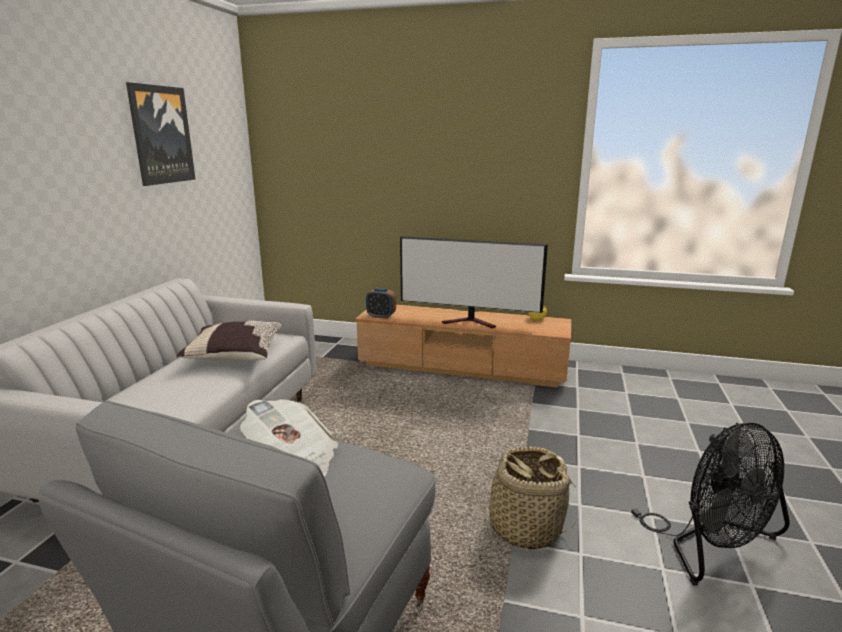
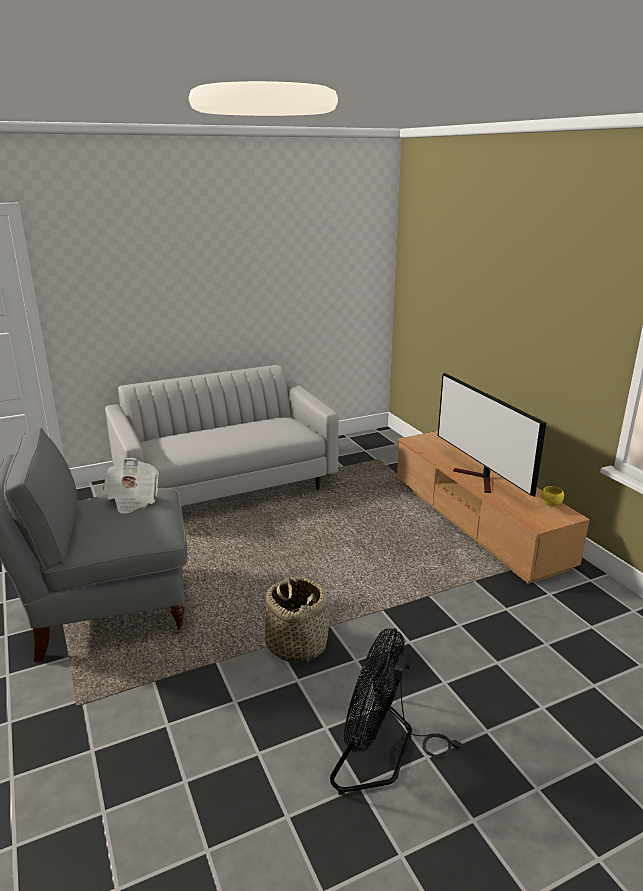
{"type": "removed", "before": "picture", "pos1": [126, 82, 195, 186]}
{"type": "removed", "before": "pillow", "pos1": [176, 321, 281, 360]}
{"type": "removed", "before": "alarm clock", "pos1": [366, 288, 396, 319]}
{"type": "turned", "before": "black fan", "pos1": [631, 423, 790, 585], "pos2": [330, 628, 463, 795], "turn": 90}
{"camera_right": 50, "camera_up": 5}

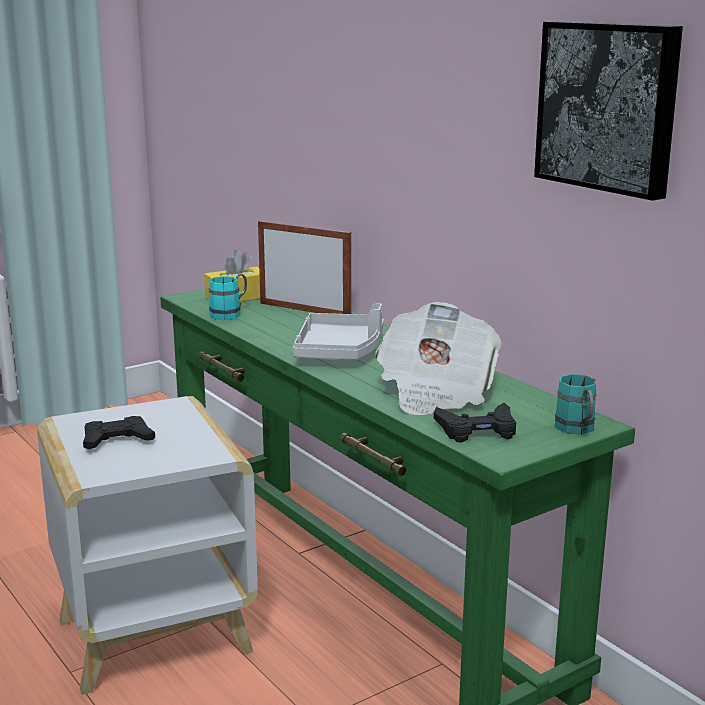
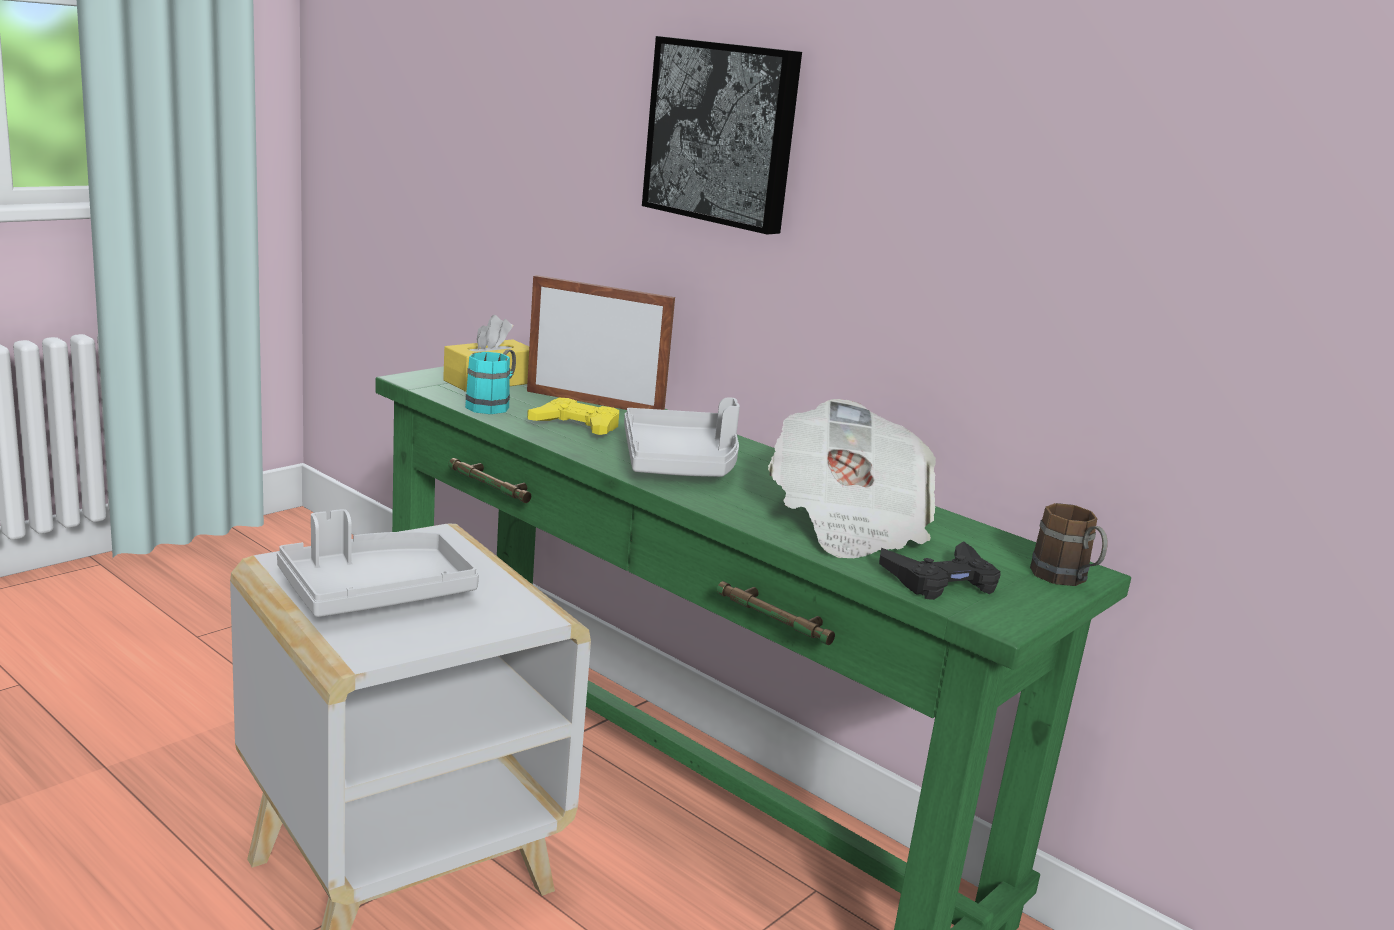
{"type": "added", "after": "yellow game controller", "pos2": [527, 398, 619, 435]}
{"type": "moved", "before": "picture", "pos1": [534, 21, 683, 201], "pos2": [642, 36, 802, 235]}
{"type": "replaced", "before": "black game controller", "after": "grey tray", "pos1": [83, 416, 155, 449], "pos2": [277, 509, 479, 617]}
{"type": "recoloured", "before": "turquoise mug", "after": "brown mug", "pos1": [554, 374, 597, 435], "pos2": [1030, 503, 1108, 586]}
{"camera_right": -15, "camera_up": 0}

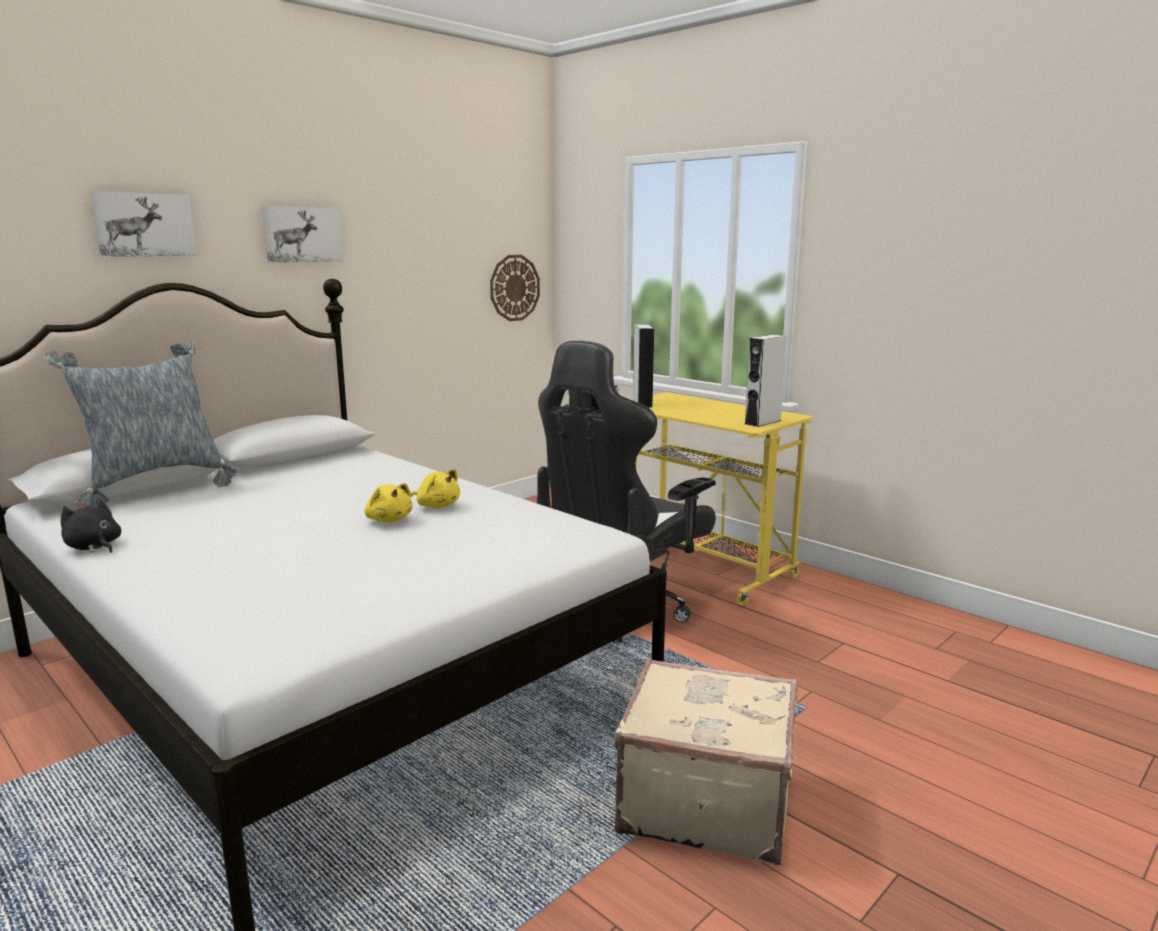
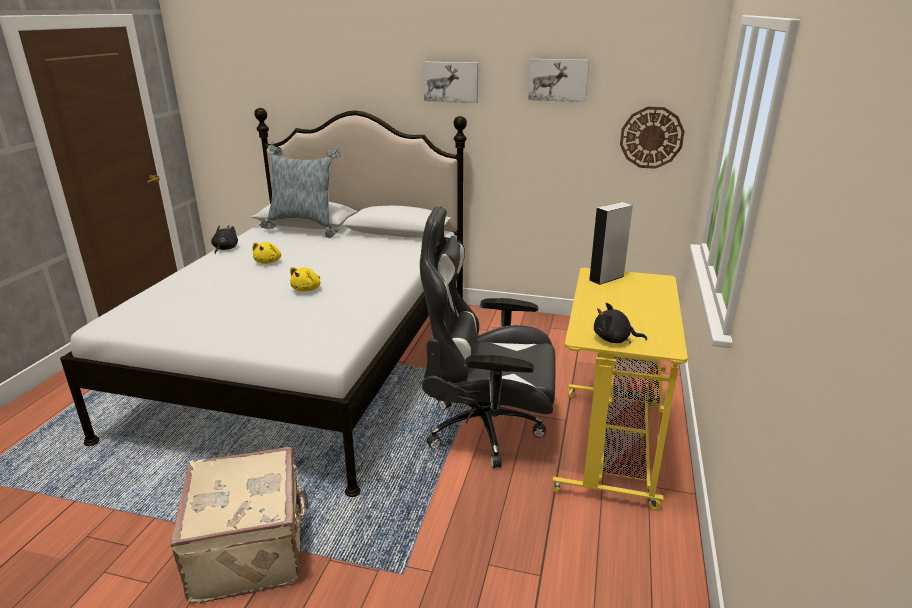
{"type": "moved", "before": "picture", "pos1": [91, 191, 197, 257], "pos2": [528, 59, 589, 102]}
{"type": "moved", "before": "yellow plush toy", "pos1": [411, 469, 460, 508], "pos2": [252, 242, 281, 264]}
{"type": "replaced", "before": "grey speaker", "after": "black plush toy", "pos1": [745, 335, 787, 427], "pos2": [594, 303, 647, 343]}
{"camera_right": 60, "camera_up": 10}

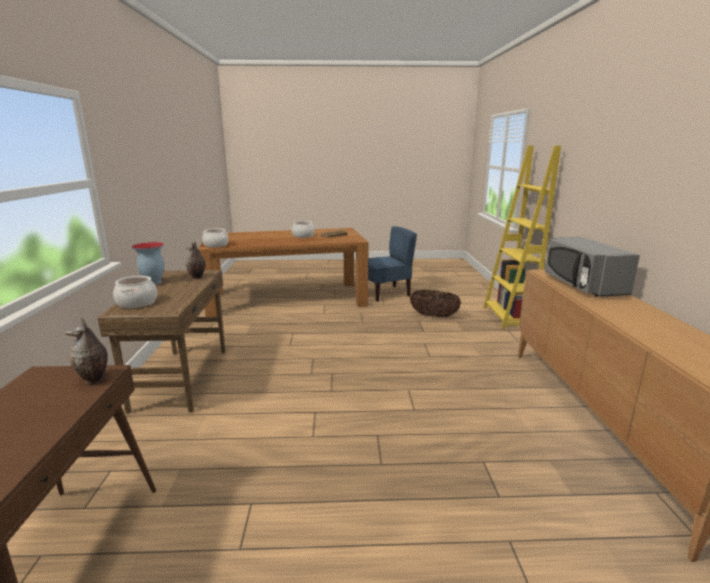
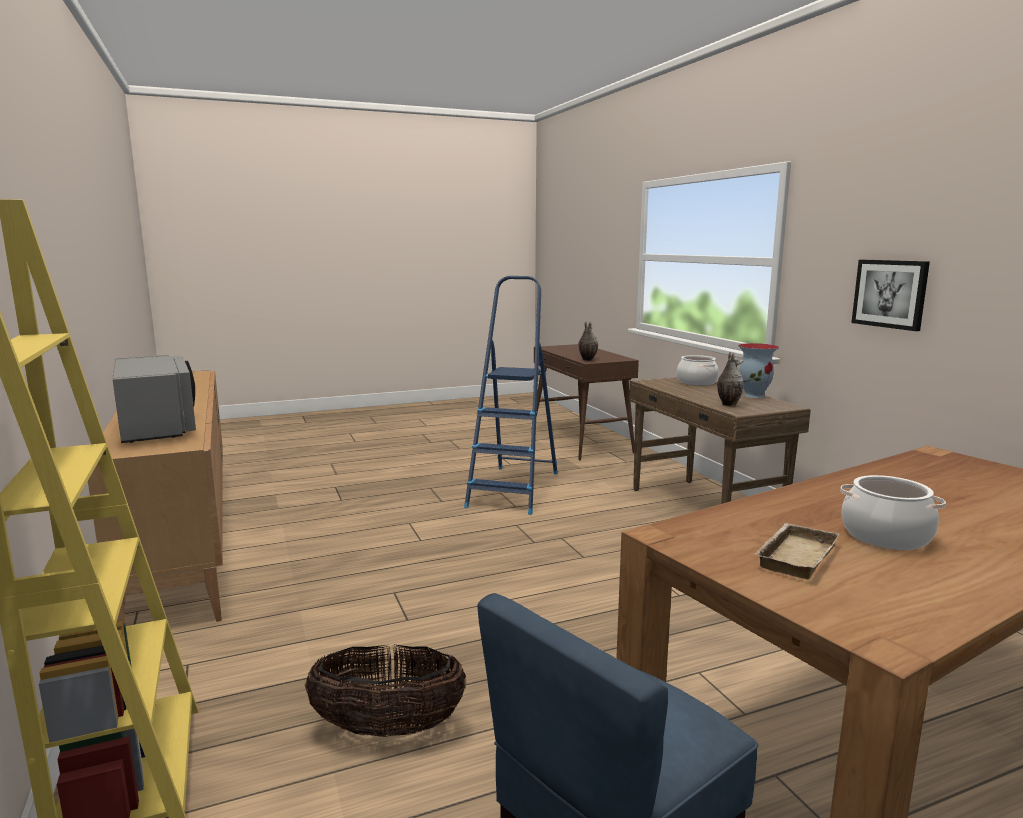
{"type": "removed", "before": "cooking pot", "pos1": [202, 229, 229, 248]}
{"type": "added", "after": "blue step ladder", "pos2": [464, 276, 558, 515]}
{"type": "added", "after": "picture", "pos2": [851, 260, 930, 331]}
{"camera_right": 160, "camera_up": -5}

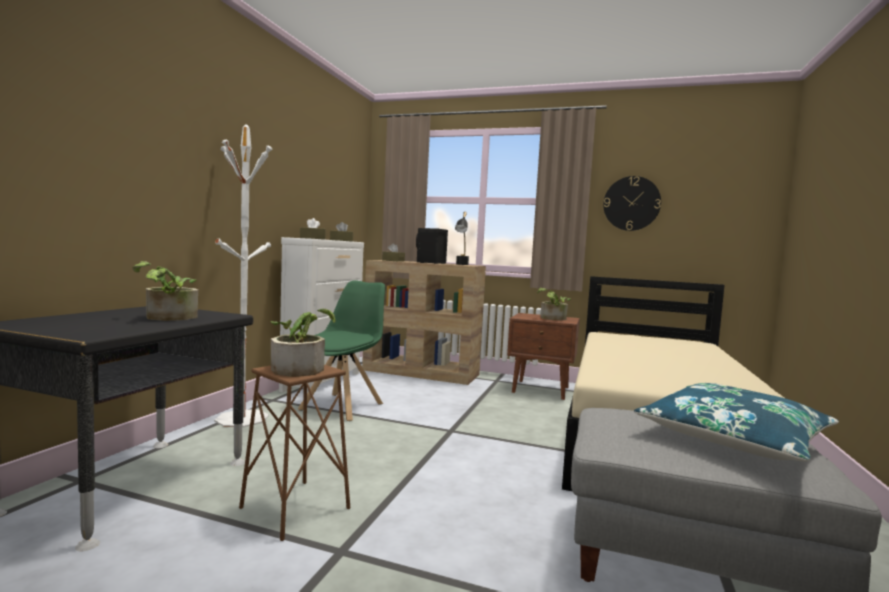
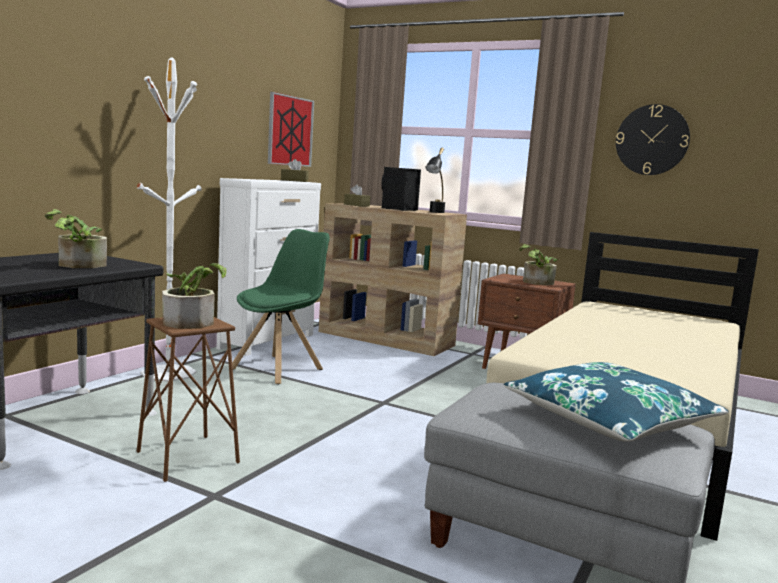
{"type": "removed", "before": "brown tissue box", "pos1": [300, 218, 326, 240]}
{"type": "added", "after": "picture", "pos2": [268, 92, 314, 167]}
{"camera_right": 10, "camera_up": 5}

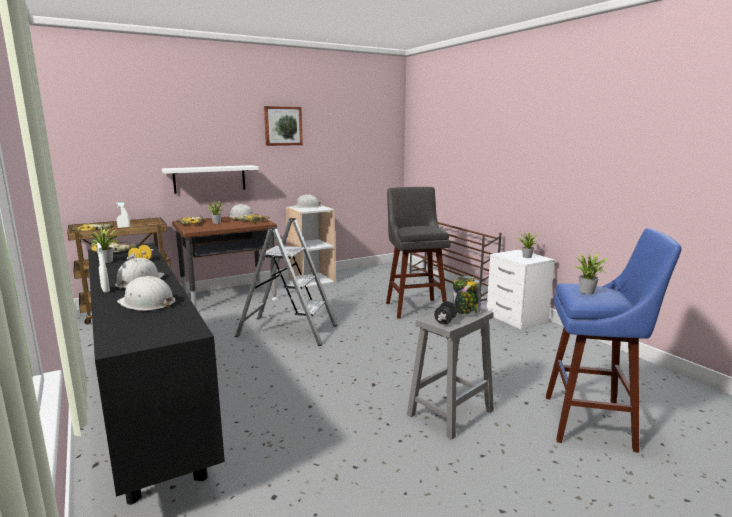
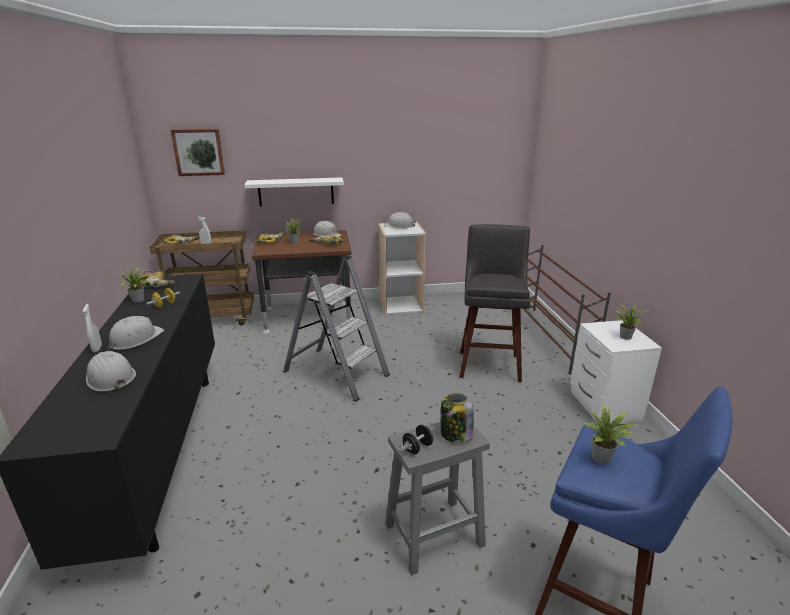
{"type": "moved", "before": "picture", "pos1": [264, 106, 303, 146], "pos2": [171, 129, 225, 176]}
{"camera_right": 20, "camera_up": 10}

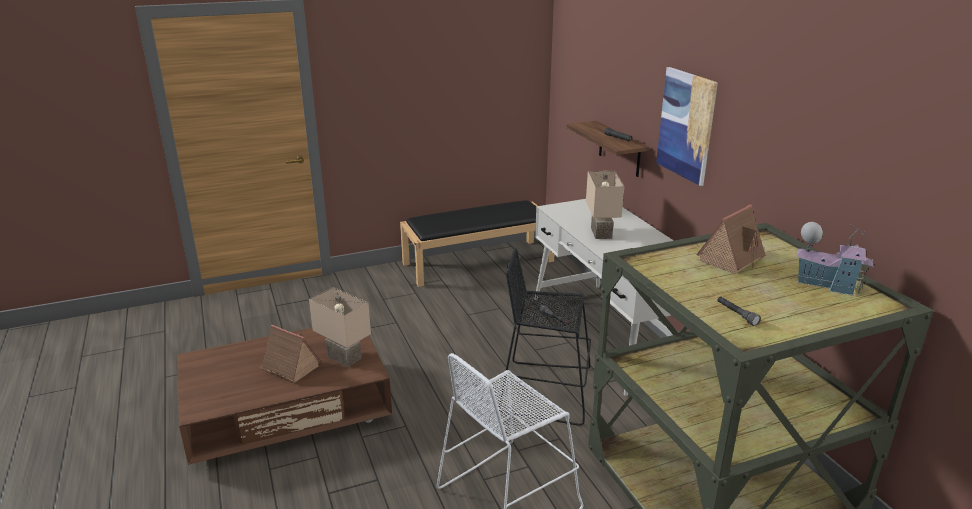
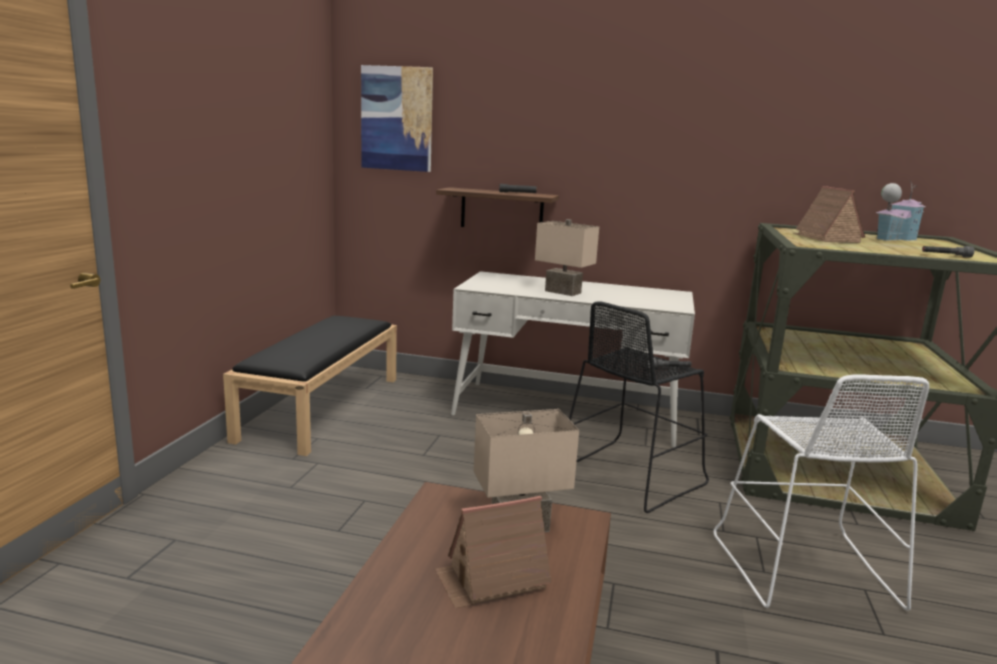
{"type": "moved", "before": "picture", "pos1": [656, 67, 718, 186], "pos2": [361, 65, 433, 172]}
{"camera_right": -55, "camera_up": -10}

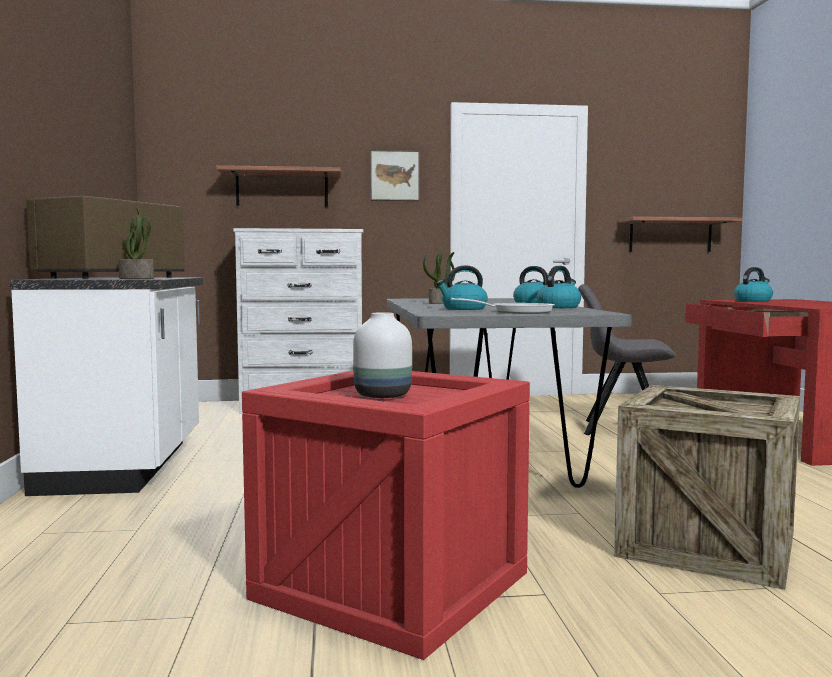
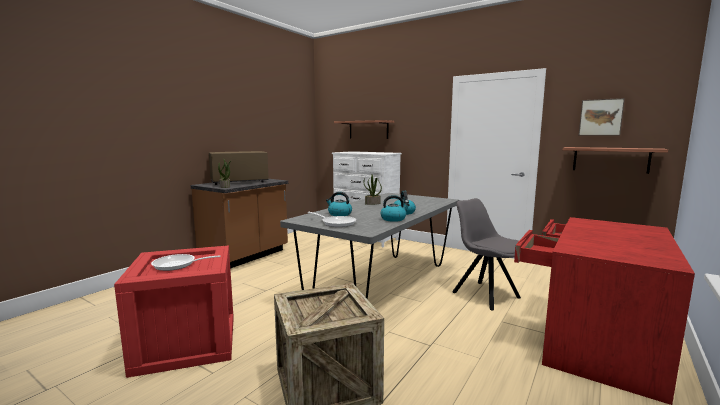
{"type": "removed", "before": "kettle", "pos1": [734, 267, 773, 302]}
{"type": "moved", "before": "picture", "pos1": [370, 150, 420, 201], "pos2": [579, 98, 625, 135]}
{"type": "replaced", "before": "white vase", "after": "frying pan", "pos1": [353, 312, 412, 398], "pos2": [151, 254, 220, 271]}
{"type": "recoloured", "before": "white counter", "after": "brown counter", "pos1": [10, 277, 203, 496], "pos2": [191, 179, 288, 269]}
{"camera_right": 40, "camera_up": 5}

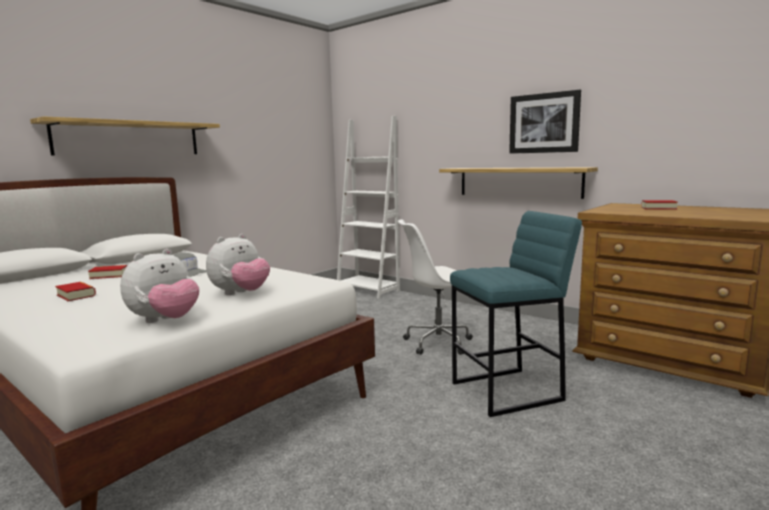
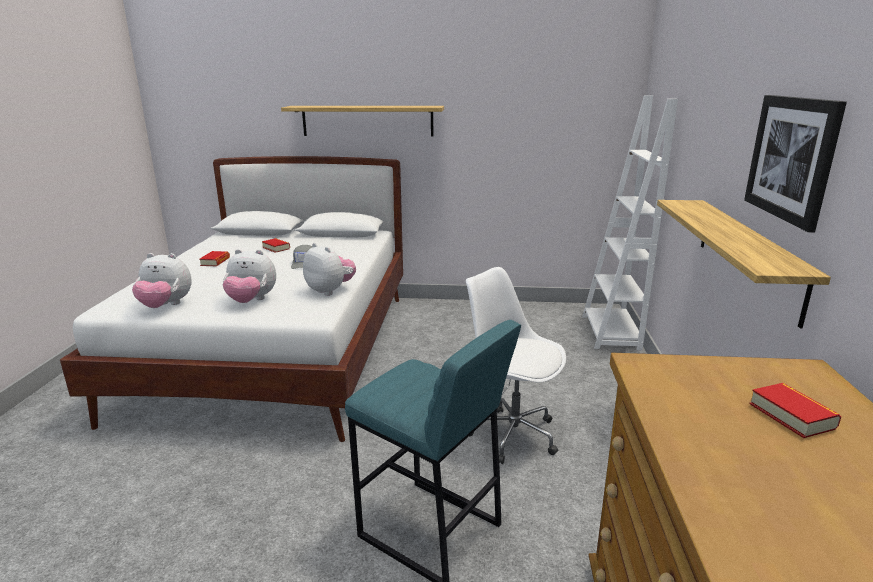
{"type": "added", "after": "plush toy", "pos2": [303, 243, 356, 296]}
{"camera_right": 55, "camera_up": 10}

